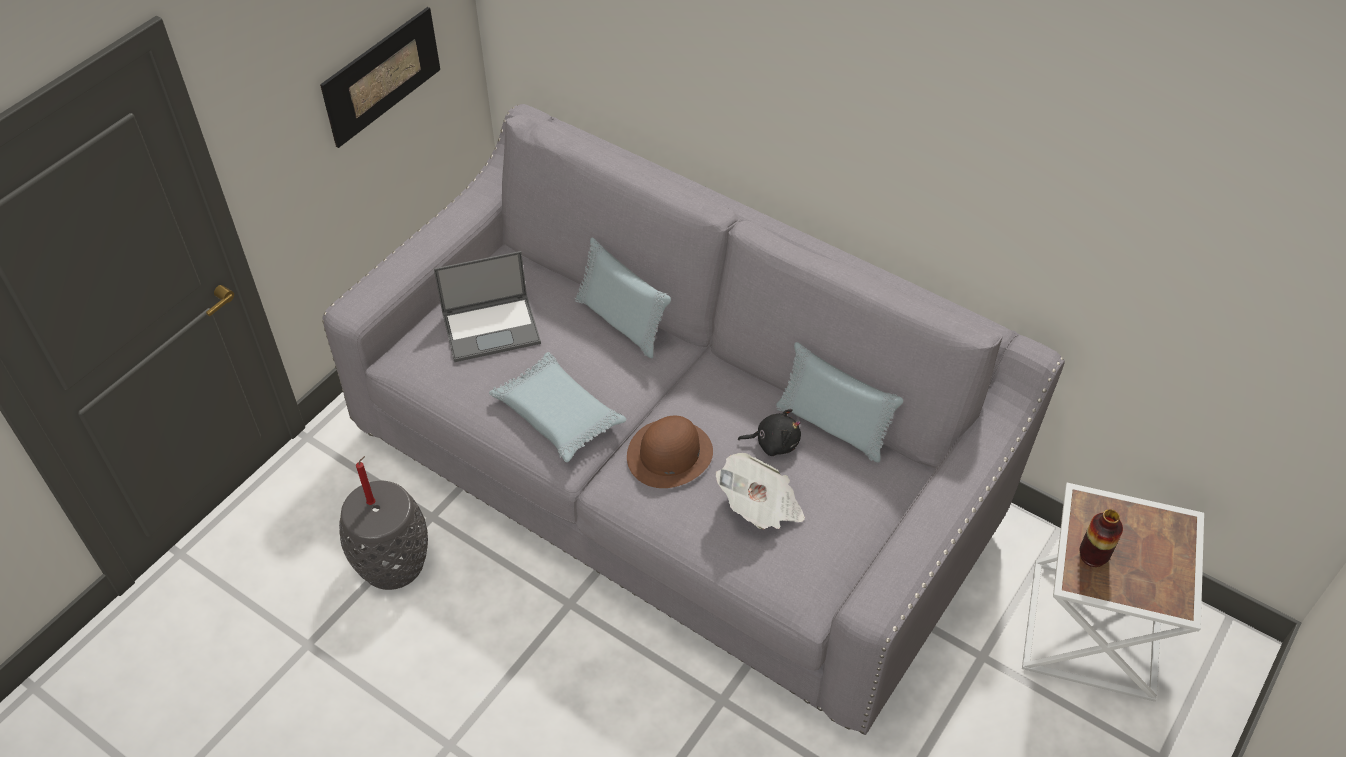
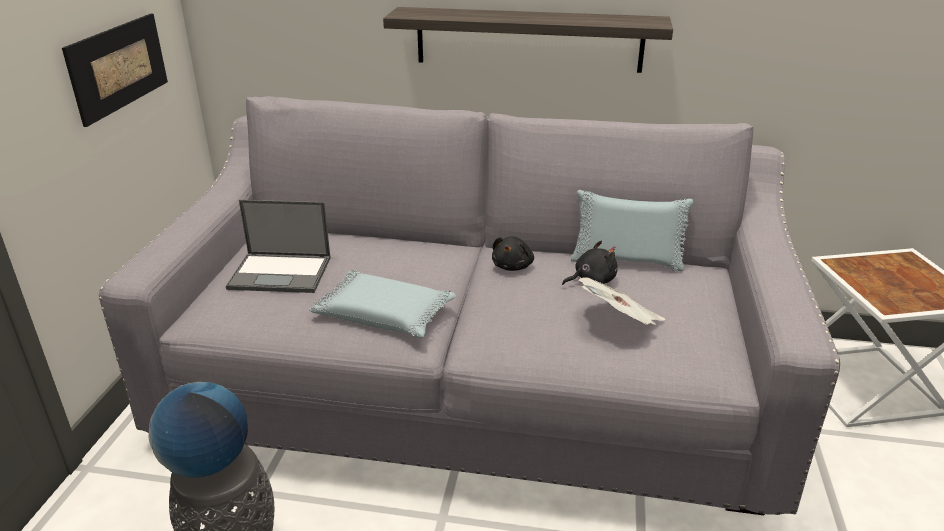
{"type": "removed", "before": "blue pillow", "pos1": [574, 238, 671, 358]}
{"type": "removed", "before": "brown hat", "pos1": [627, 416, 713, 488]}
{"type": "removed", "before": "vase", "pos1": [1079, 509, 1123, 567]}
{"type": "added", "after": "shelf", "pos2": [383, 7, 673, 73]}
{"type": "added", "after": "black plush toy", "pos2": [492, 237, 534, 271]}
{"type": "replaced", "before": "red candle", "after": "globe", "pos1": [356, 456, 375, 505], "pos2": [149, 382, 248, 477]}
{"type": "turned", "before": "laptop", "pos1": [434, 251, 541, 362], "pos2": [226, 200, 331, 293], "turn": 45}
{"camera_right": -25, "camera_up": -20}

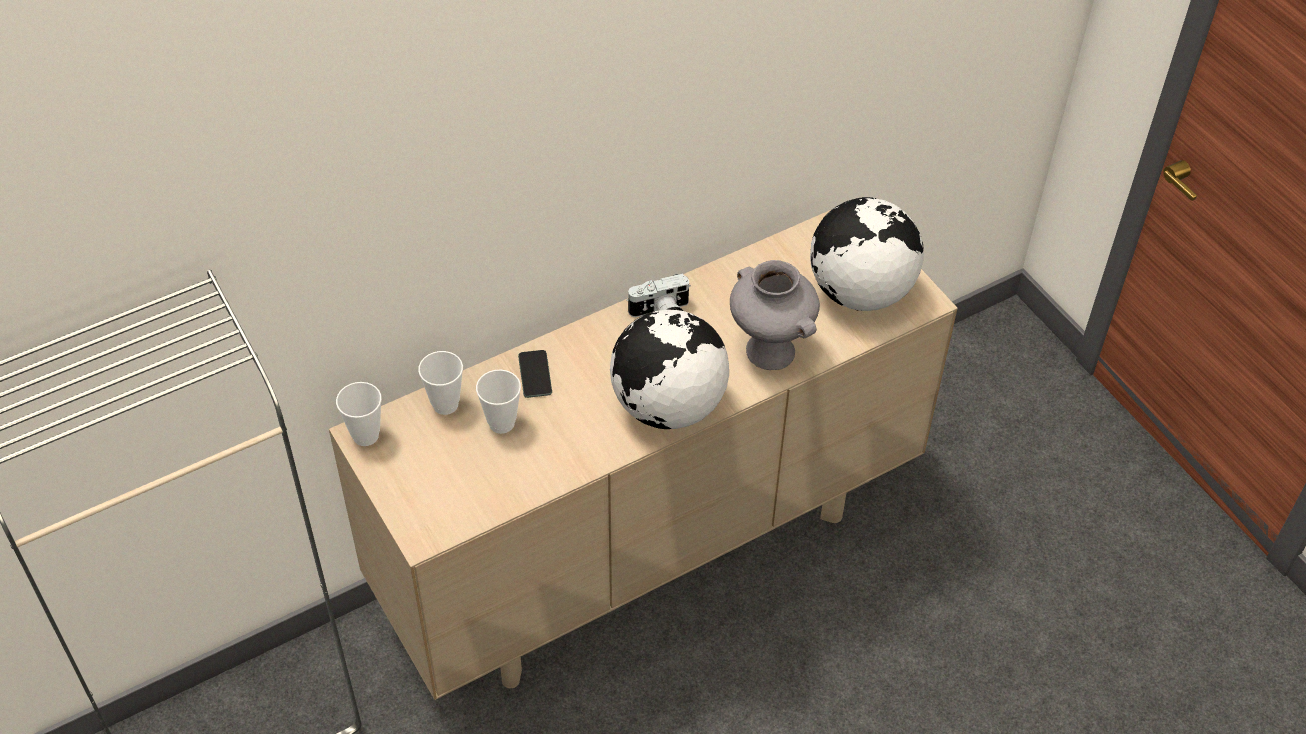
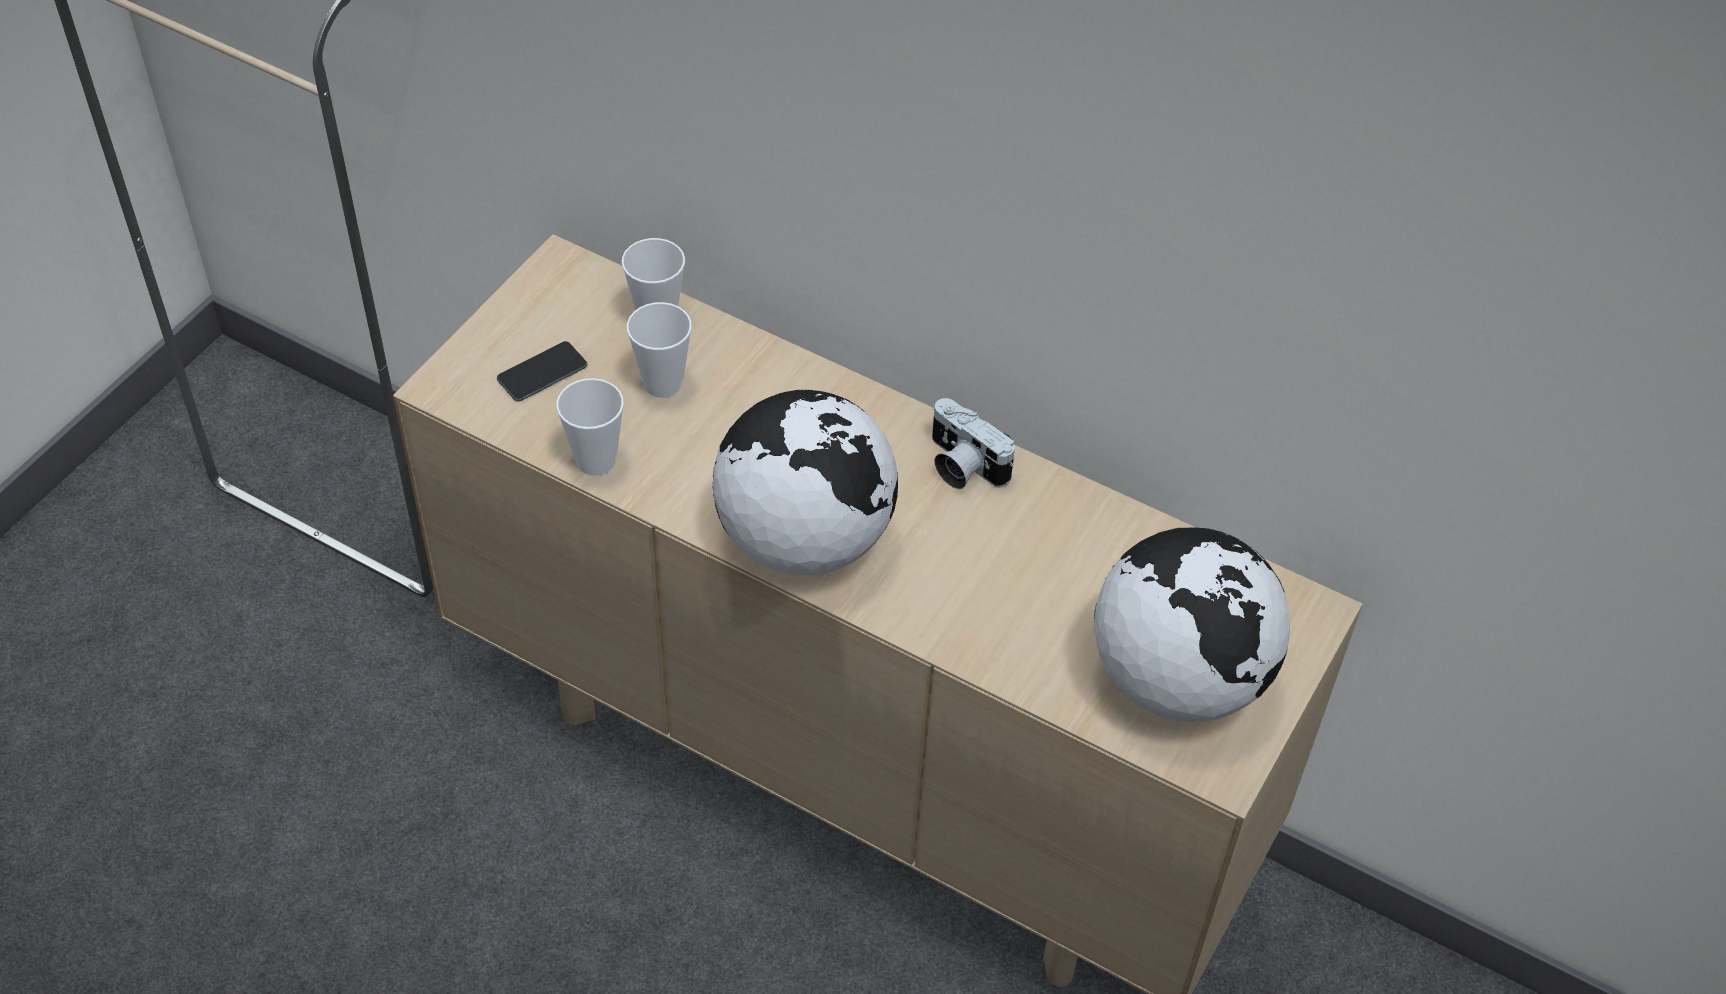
{"type": "removed", "before": "grey vase", "pos1": [730, 260, 820, 370]}
{"type": "moved", "before": "cup", "pos1": [336, 382, 382, 446], "pos2": [556, 378, 624, 476]}
{"type": "moved", "before": "phone", "pos1": [518, 350, 552, 398], "pos2": [497, 341, 587, 402]}
{"camera_right": 60, "camera_up": 0}

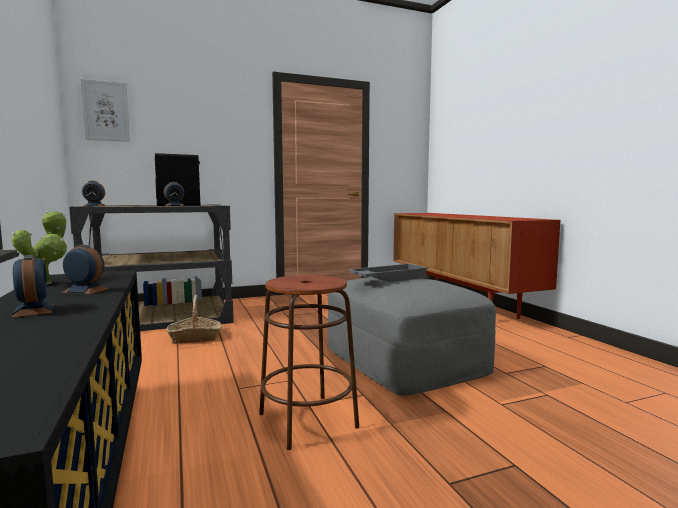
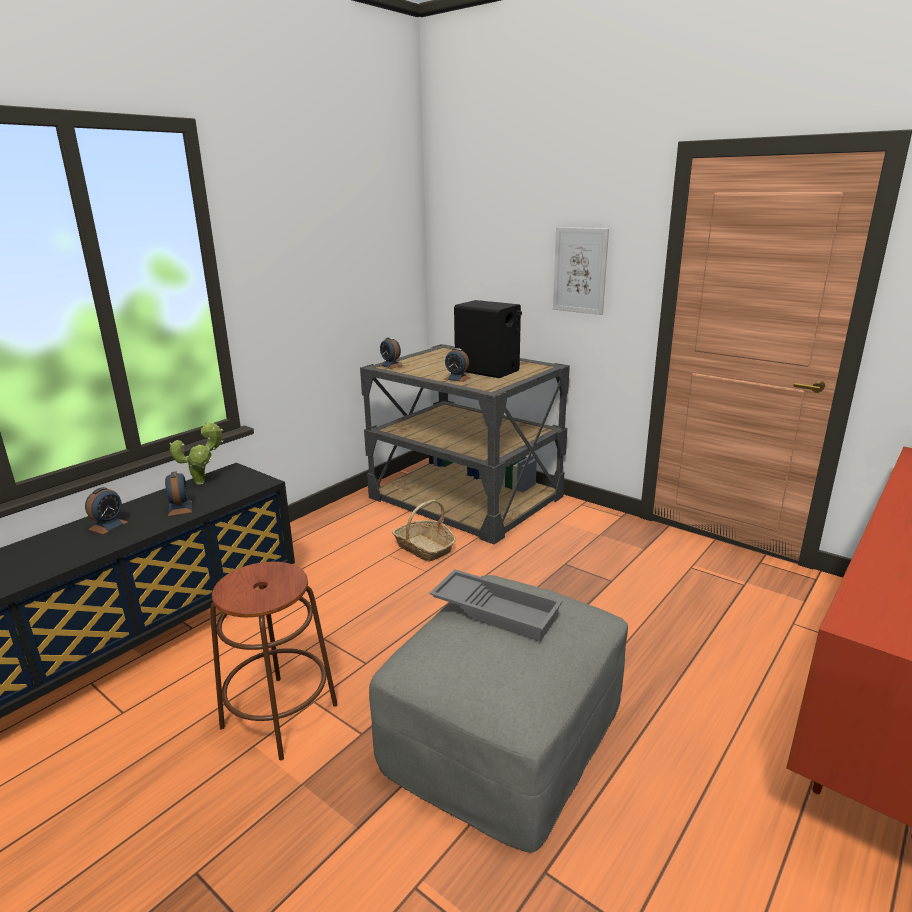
{"type": "moved", "before": "picture", "pos1": [81, 79, 130, 142], "pos2": [553, 227, 609, 315]}
{"camera_right": 60, "camera_up": 15}

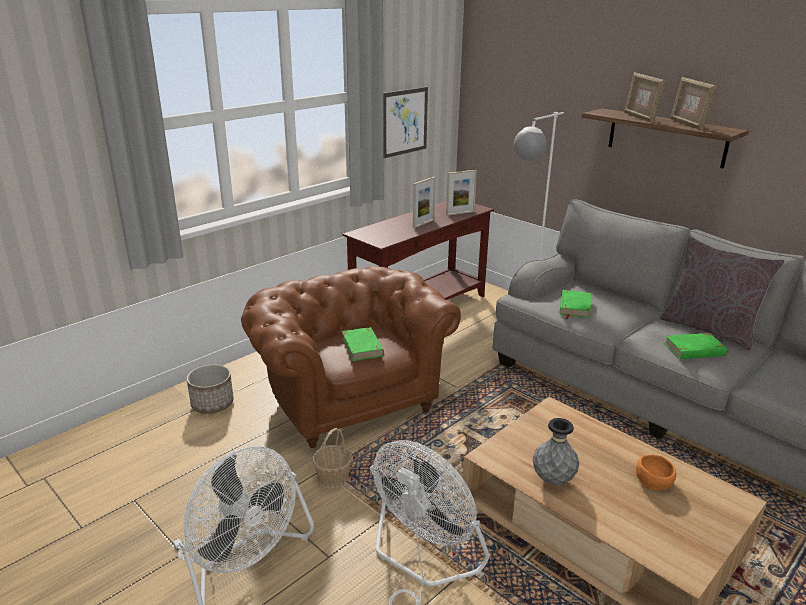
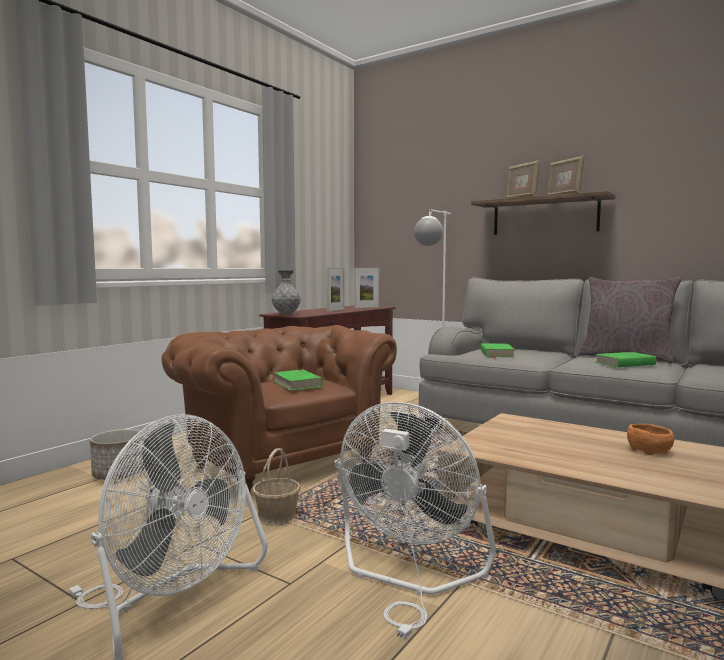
{"type": "removed", "before": "picture", "pos1": [383, 87, 428, 158]}
{"type": "moved", "before": "grey vase", "pos1": [533, 418, 579, 485], "pos2": [272, 271, 301, 314]}
{"camera_right": -10, "camera_up": -20}

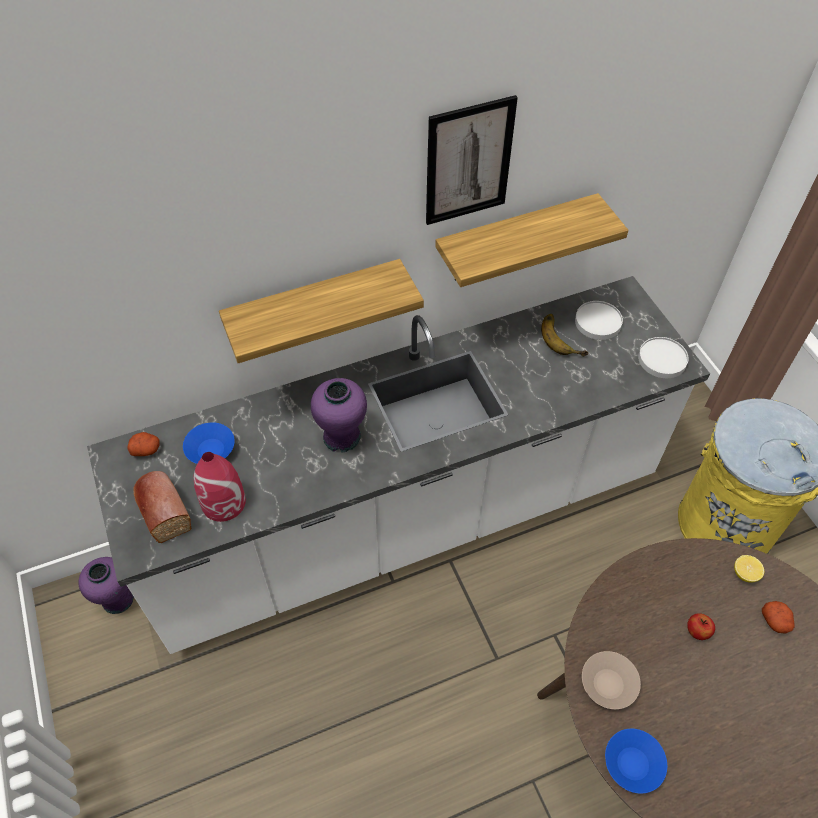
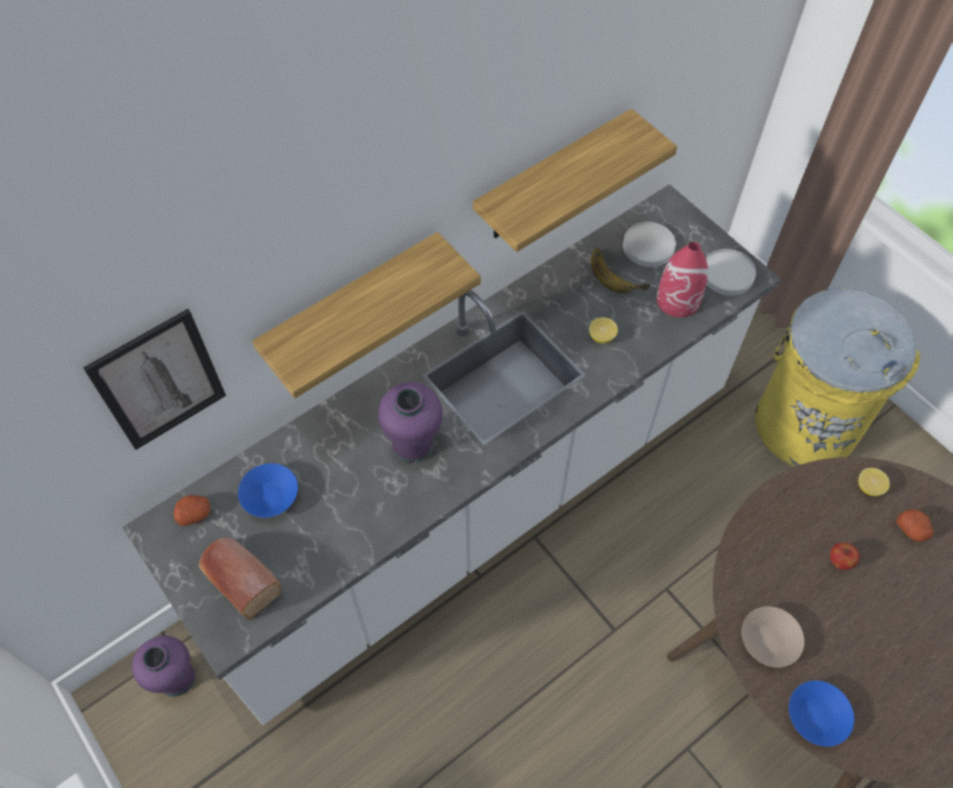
{"type": "added", "after": "lemon", "pos2": [589, 317, 618, 343]}
{"type": "moved", "before": "red vase", "pos1": [194, 452, 246, 522], "pos2": [657, 242, 708, 317]}
{"type": "moved", "before": "picture", "pos1": [426, 95, 518, 225], "pos2": [83, 309, 226, 450]}
{"camera_right": -15, "camera_up": 5}

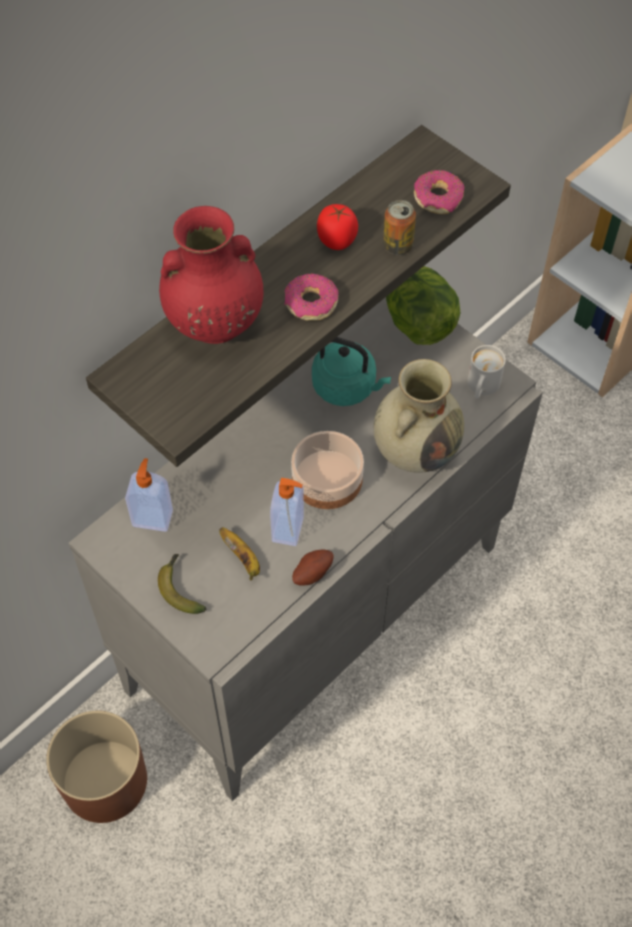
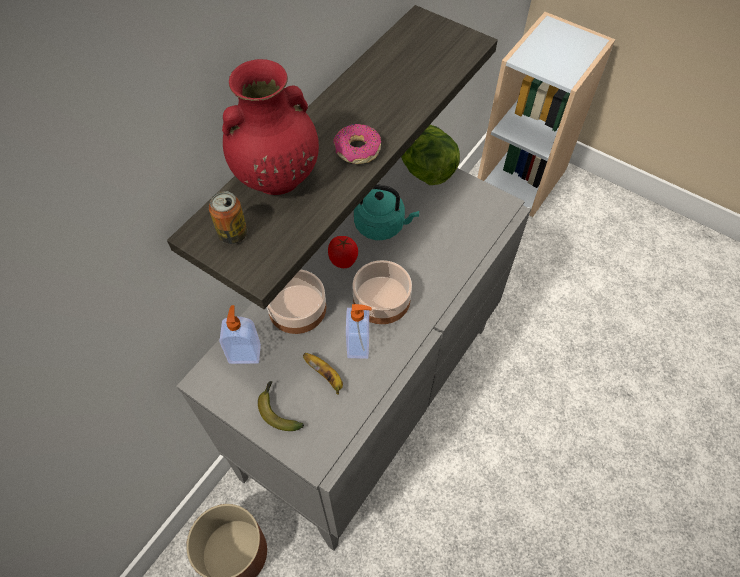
{"type": "removed", "before": "potato", "pos1": [292, 550, 334, 586]}
{"type": "removed", "before": "beige vase", "pos1": [374, 359, 464, 473]}
{"type": "removed", "before": "donut", "pos1": [414, 170, 464, 214]}
{"type": "removed", "before": "white mug", "pos1": [467, 345, 506, 399]}
{"type": "added", "after": "bowl", "pos2": [267, 269, 326, 334]}
{"type": "moved", "before": "tomato", "pos1": [317, 204, 358, 250], "pos2": [328, 236, 358, 268]}
{"type": "moved", "before": "can", "pos1": [383, 200, 416, 255], "pos2": [209, 191, 248, 244]}
{"camera_right": -10, "camera_up": 0}

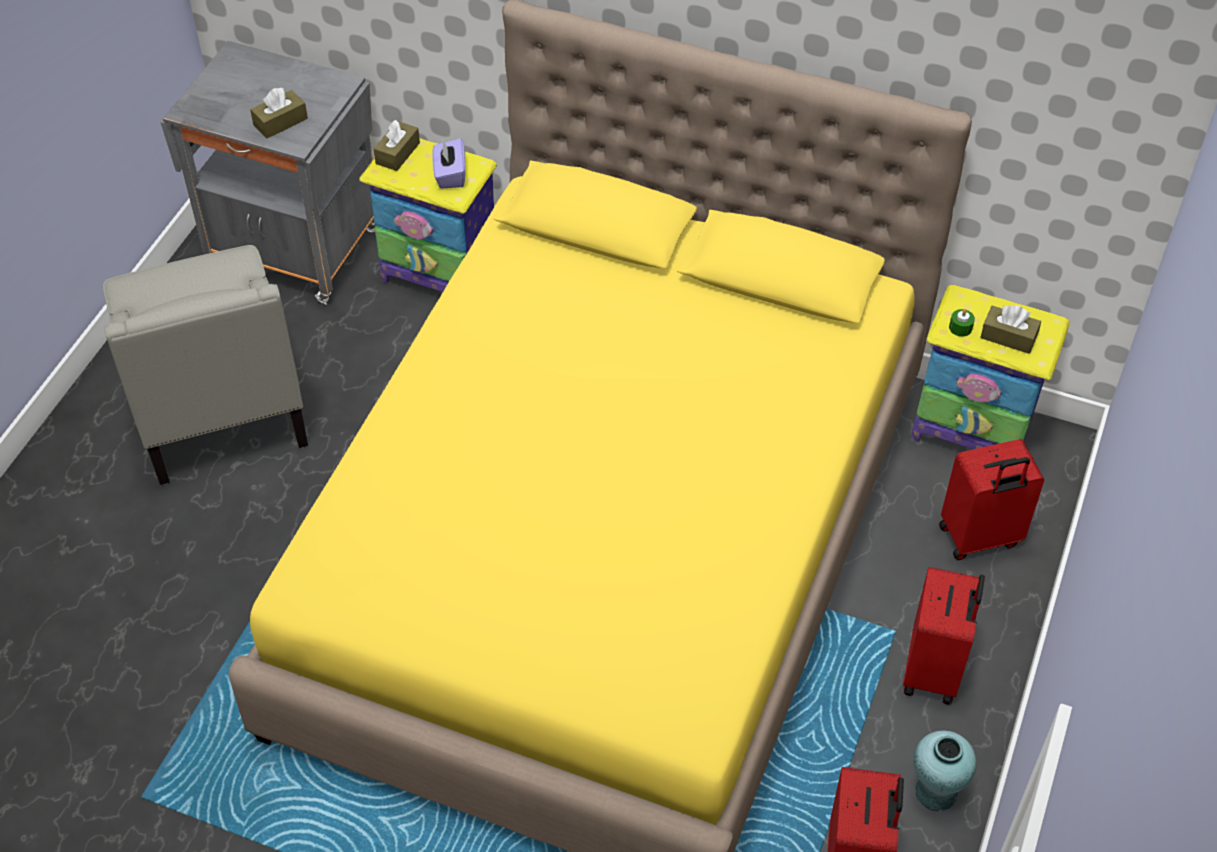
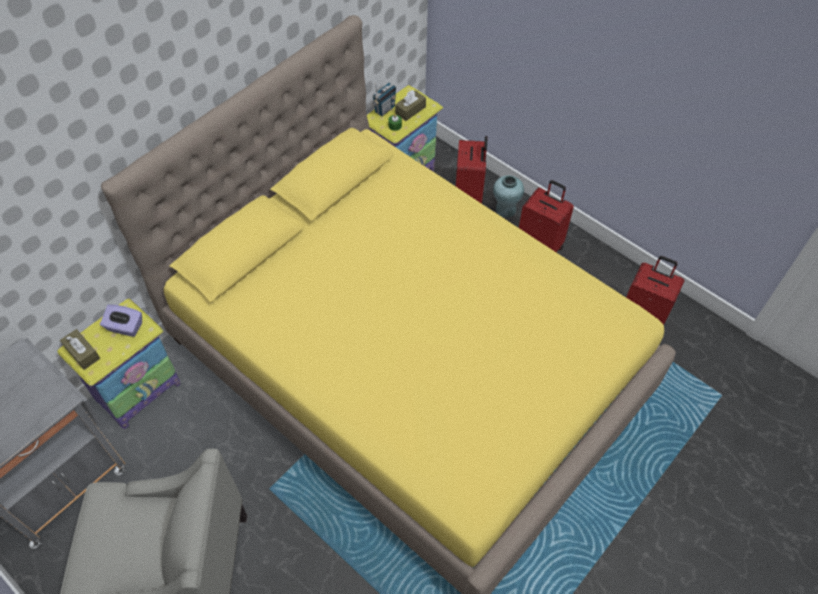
{"type": "removed", "before": "brown tissue box", "pos1": [250, 88, 308, 138]}
{"type": "added", "after": "radio", "pos2": [371, 83, 396, 116]}
{"type": "moved", "before": "turquoise vase", "pos1": [913, 730, 976, 812], "pos2": [493, 175, 524, 218]}
{"camera_right": -70, "camera_up": 5}

